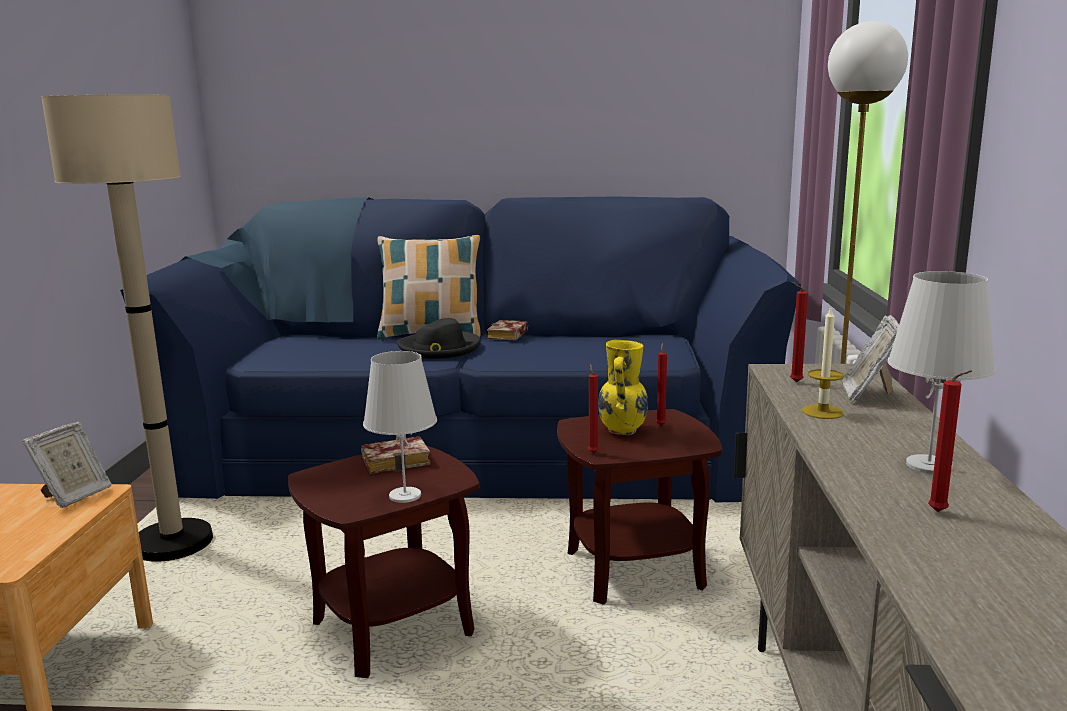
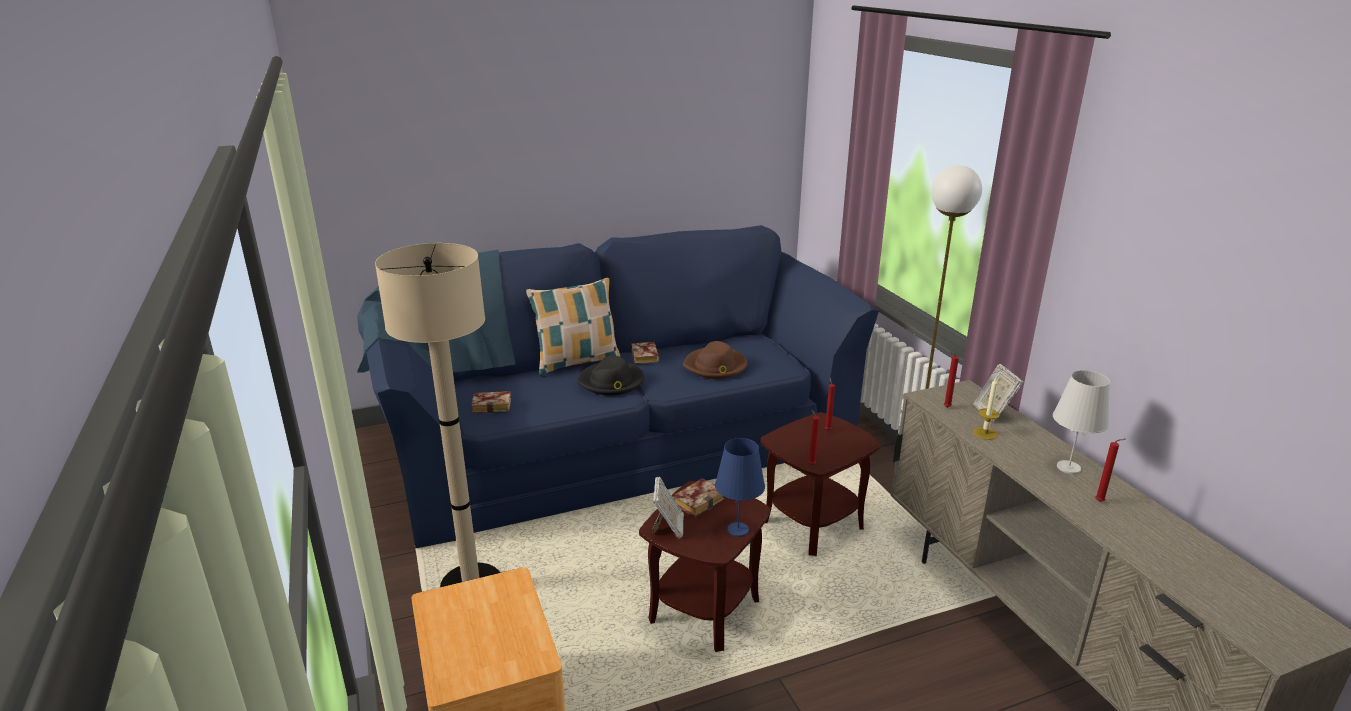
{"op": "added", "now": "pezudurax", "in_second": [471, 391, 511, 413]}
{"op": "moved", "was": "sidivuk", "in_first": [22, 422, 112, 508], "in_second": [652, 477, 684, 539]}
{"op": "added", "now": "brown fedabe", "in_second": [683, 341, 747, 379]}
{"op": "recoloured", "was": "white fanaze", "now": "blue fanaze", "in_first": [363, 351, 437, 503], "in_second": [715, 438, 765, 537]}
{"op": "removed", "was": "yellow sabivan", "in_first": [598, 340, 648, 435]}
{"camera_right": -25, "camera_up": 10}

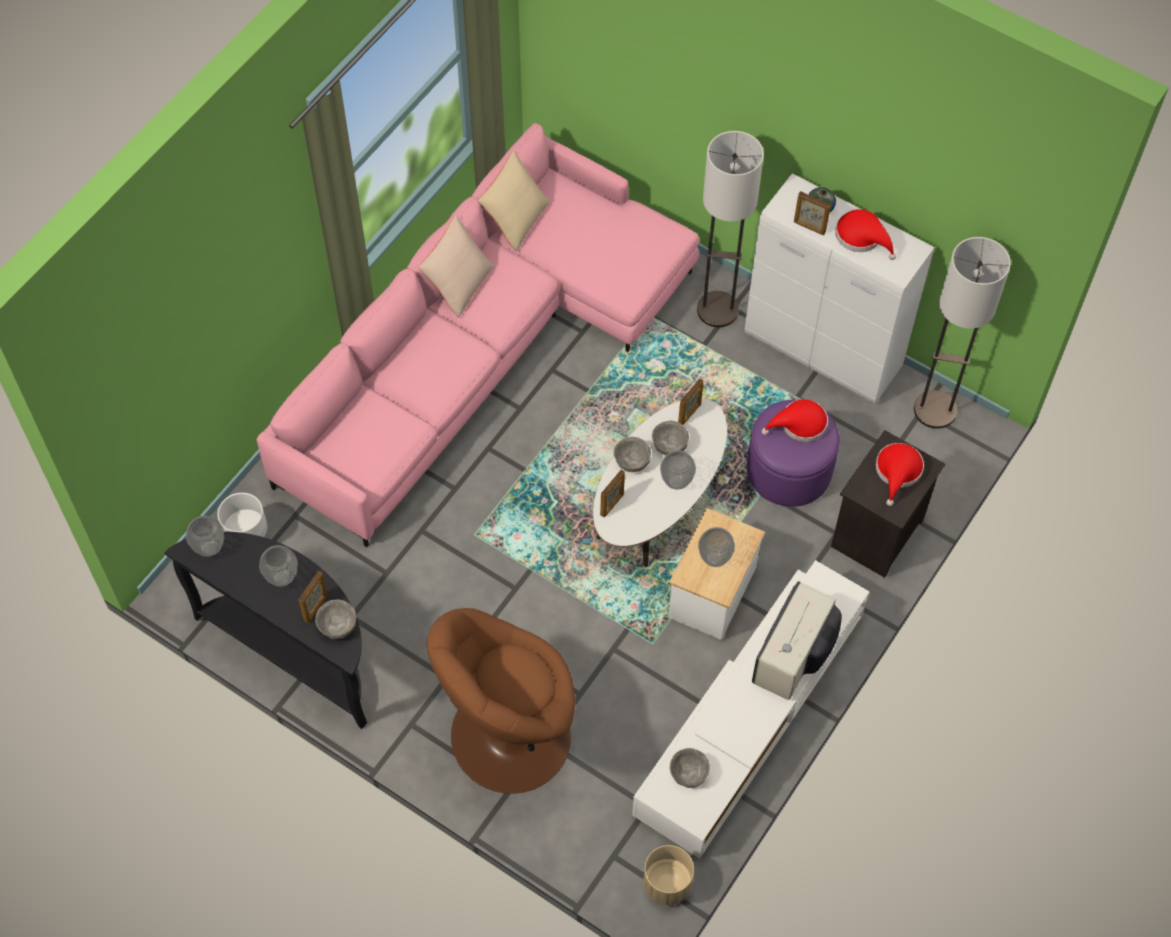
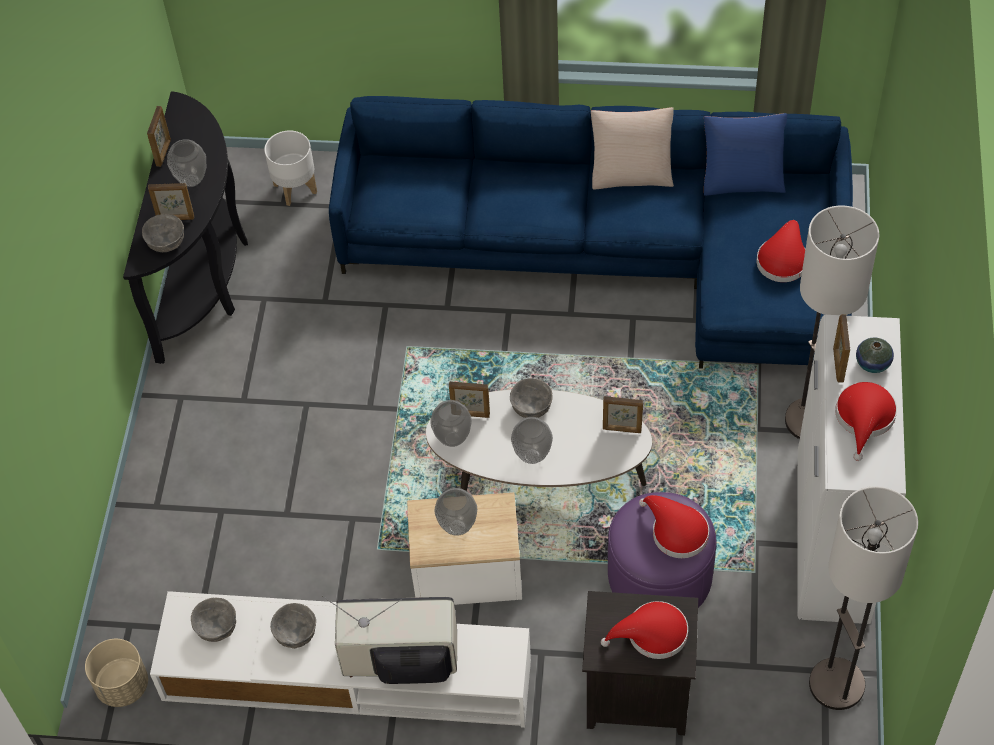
{"op": "added", "now": "sidivuk", "in_second": [147, 106, 171, 167]}
{"op": "moved", "was": "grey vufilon", "in_first": [652, 421, 689, 455], "in_second": [270, 603, 316, 649]}
{"op": "recoloured", "was": "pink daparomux", "now": "blue daparomux", "in_first": [256, 123, 699, 547], "in_second": [329, 96, 853, 369]}
{"op": "moved", "was": "sabivan", "in_first": [186, 515, 224, 557], "in_second": [430, 400, 472, 447]}
{"op": "recoloured", "was": "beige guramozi", "now": "blue guramozi", "in_first": [478, 150, 550, 251], "in_second": [704, 113, 787, 196]}
{"op": "added", "now": "red fedabe", "in_second": [757, 220, 805, 282]}
{"op": "removed", "was": "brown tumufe", "in_first": [427, 608, 575, 794]}
{"camera_right": 65, "camera_up": -5}

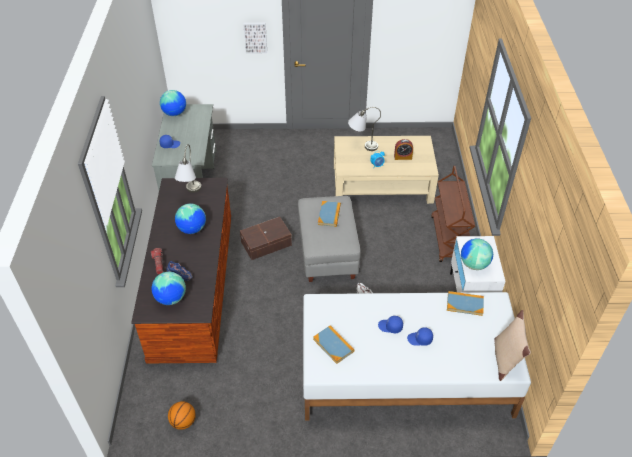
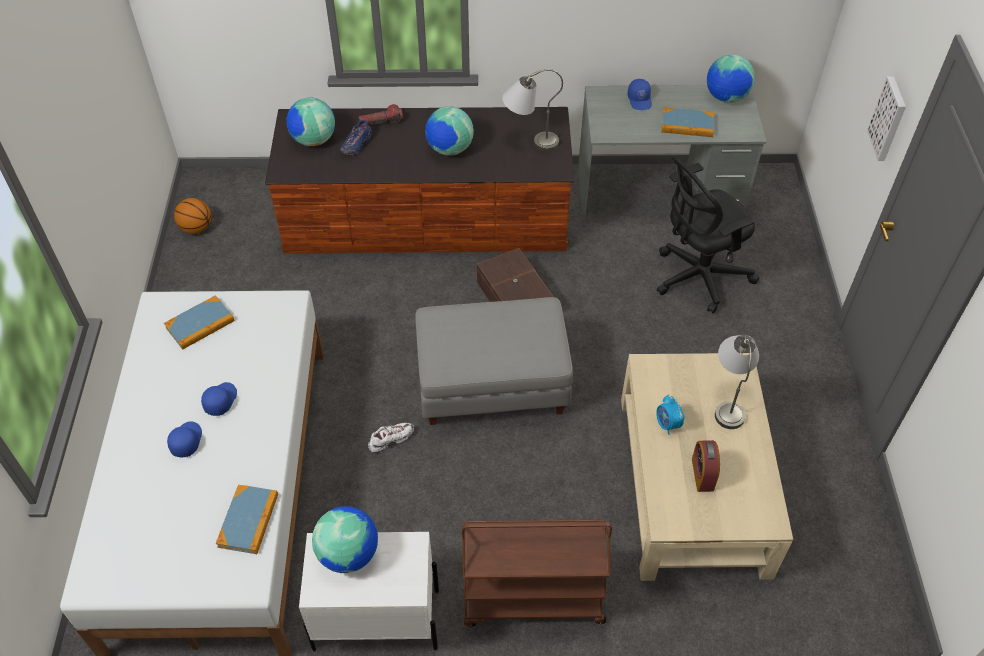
{"op": "added", "now": "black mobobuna", "in_second": [657, 156, 760, 313]}
{"op": "moved", "was": "pezudurax", "in_first": [318, 201, 341, 227], "in_second": [661, 107, 714, 137]}
{"op": "removed", "was": "beige guramozi", "in_first": [494, 310, 531, 381]}
{"camera_right": 90, "camera_up": 5}

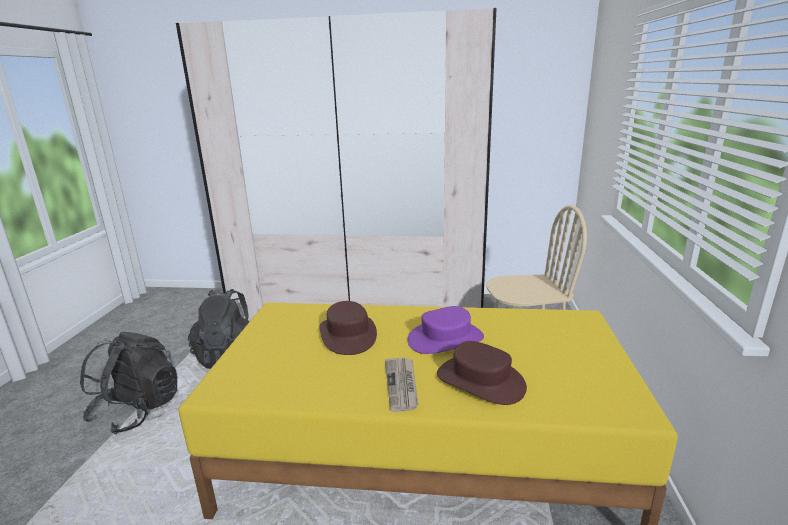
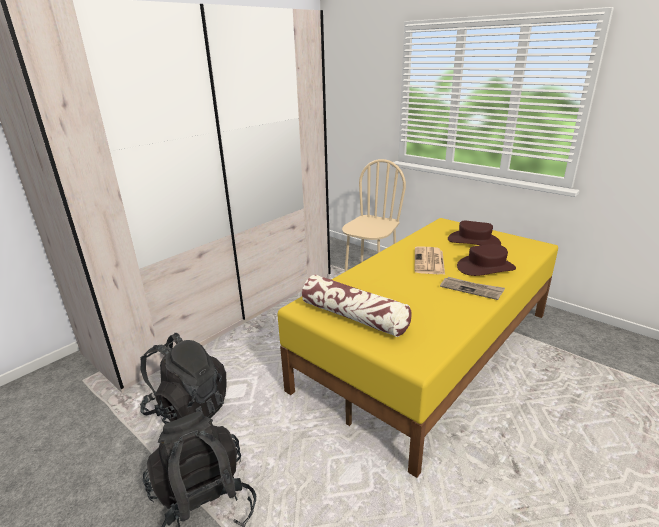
{"op": "added", "now": "guramozi", "in_second": [302, 275, 412, 337]}
{"op": "replaced", "was": "purple fedabe", "now": "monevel", "in_first": [407, 306, 484, 354], "in_second": [414, 247, 445, 274]}
{"op": "moved", "was": "brown fedabe", "in_first": [319, 301, 377, 355], "in_second": [448, 221, 501, 245]}
{"camera_right": -55, "camera_up": 5}

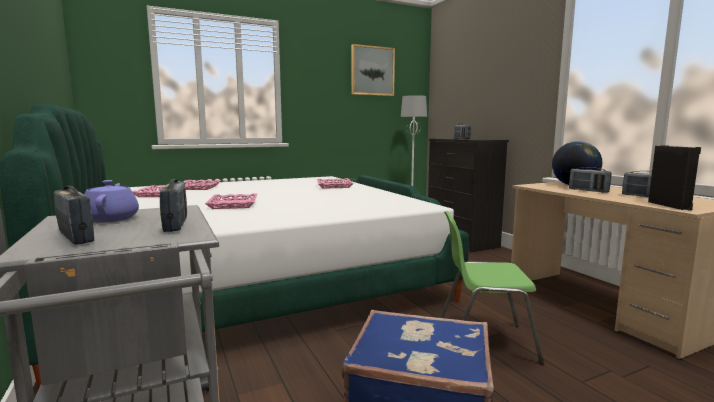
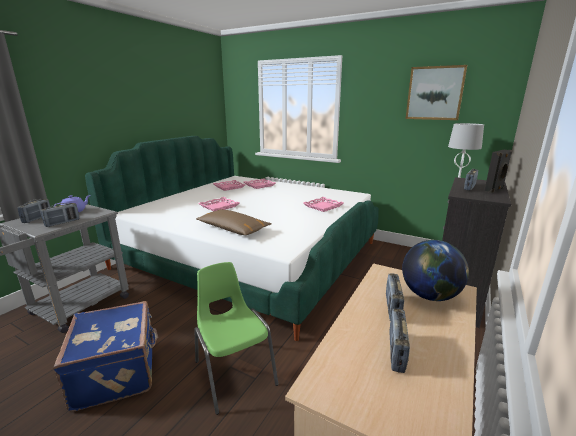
{"op": "added", "now": "brown guramozi", "in_second": [196, 209, 272, 235]}
{"op": "moved", "was": "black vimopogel", "in_first": [648, 145, 701, 210], "in_second": [484, 150, 512, 193]}
{"camera_right": 55, "camera_up": 10}

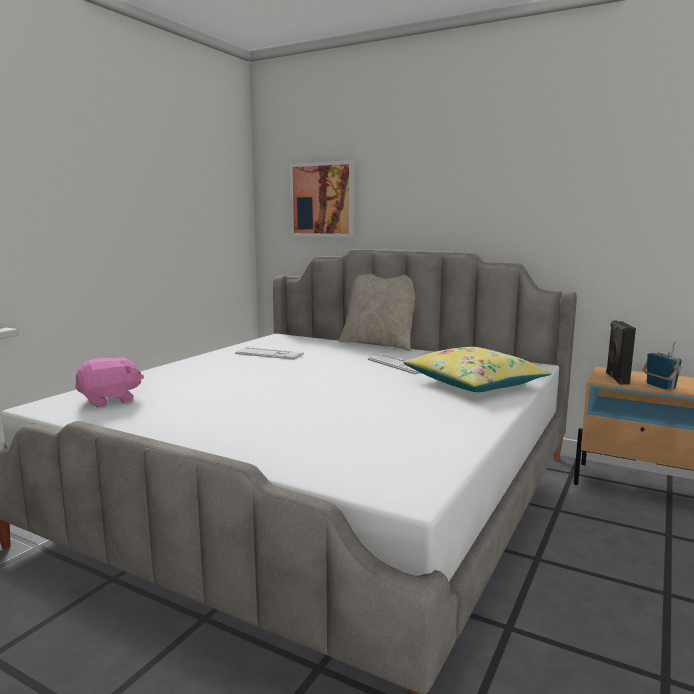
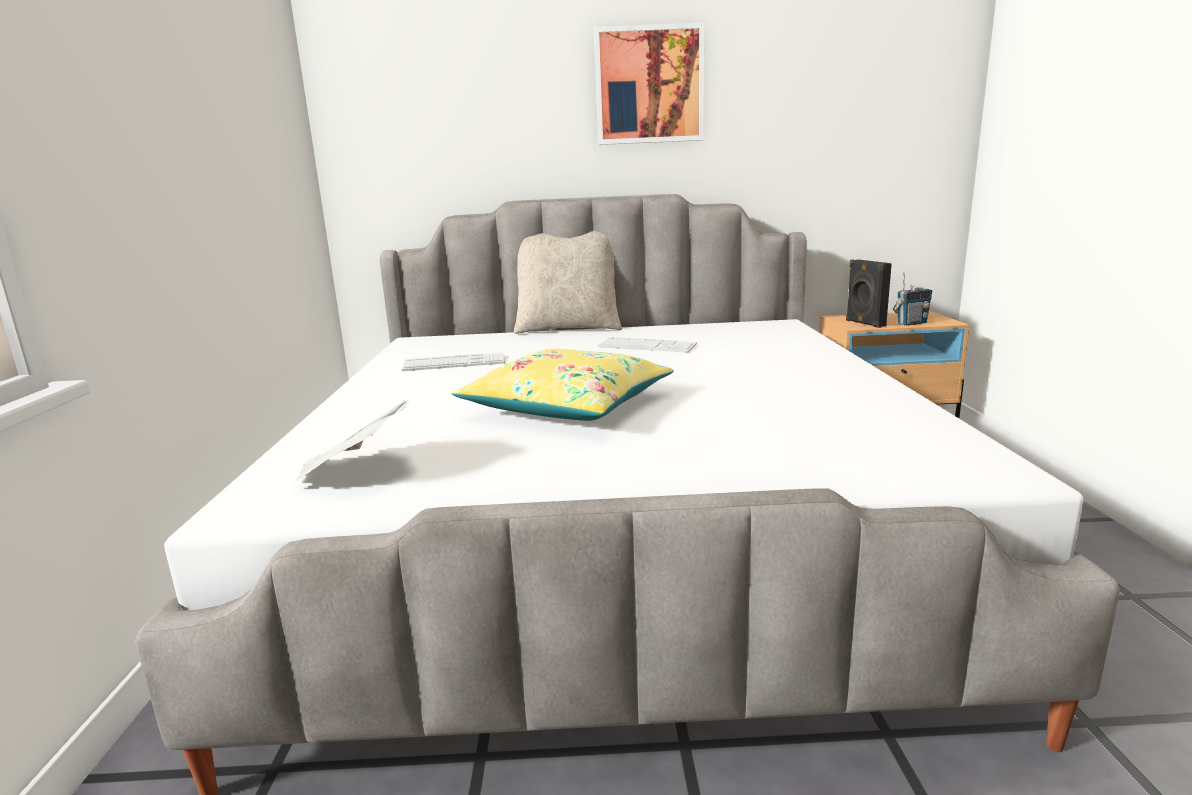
{"op": "replaced", "was": "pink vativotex", "now": "monevel", "in_first": [75, 357, 144, 407], "in_second": [292, 400, 409, 483]}
{"op": "moved", "was": "yellow guramozi", "in_first": [403, 347, 552, 392], "in_second": [452, 349, 674, 421]}
{"op": "moved", "was": "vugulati", "in_first": [289, 160, 354, 237], "in_second": [594, 23, 704, 145]}
{"op": "turned", "was": "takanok", "in_first": [642, 341, 682, 390], "in_second": [893, 272, 932, 326], "clockwise": 120}
{"camera_right": -30, "camera_up": 5}

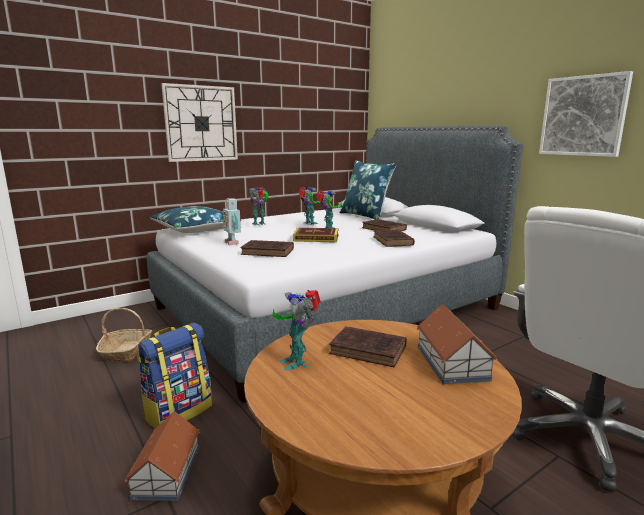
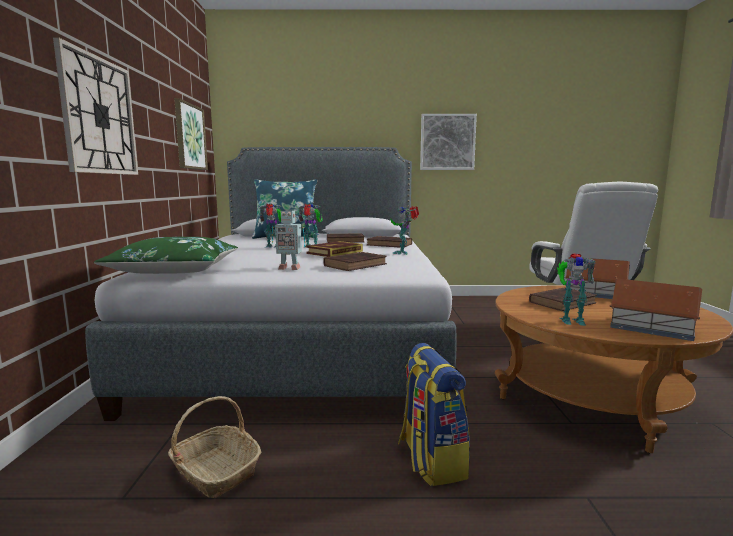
{"op": "recoloured", "was": "blue guramozi", "now": "green guramozi", "in_first": [150, 206, 241, 233], "in_second": [94, 237, 238, 274]}
{"op": "added", "now": "vugulati", "in_second": [174, 98, 208, 170]}
{"op": "moved", "was": "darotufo", "in_first": [249, 187, 269, 226], "in_second": [391, 206, 419, 255]}
{"op": "moved", "was": "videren", "in_first": [124, 411, 200, 501], "in_second": [610, 279, 702, 341]}
{"camera_right": -55, "camera_up": -5}

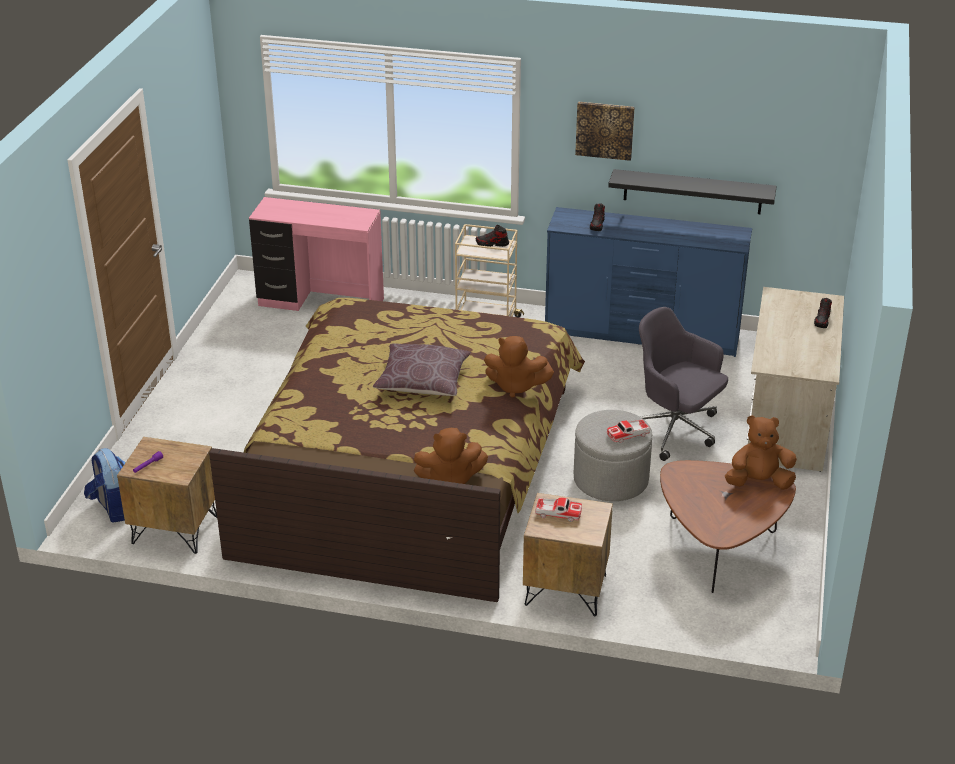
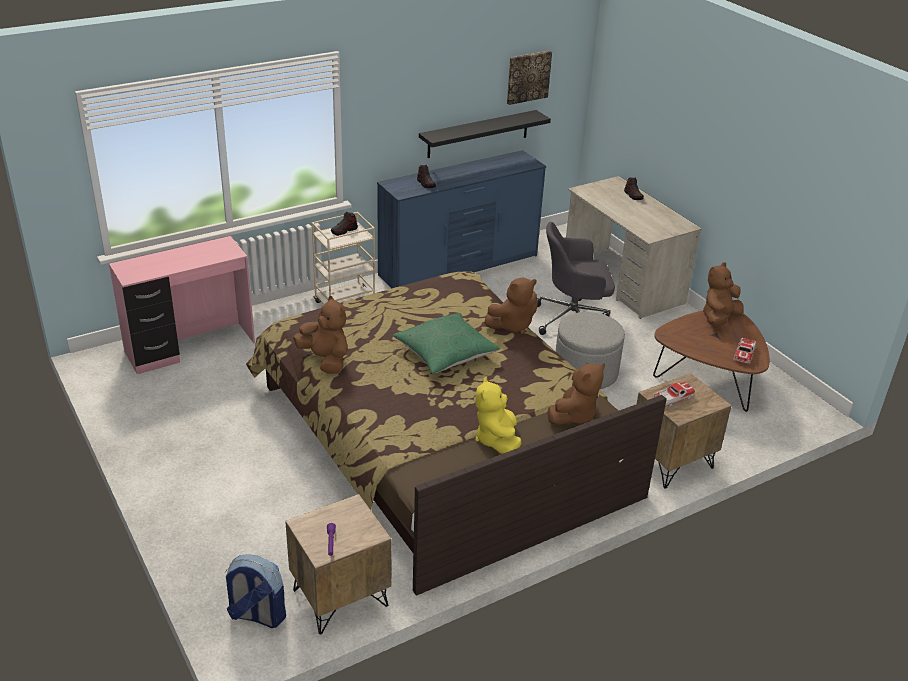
{"op": "added", "now": "brown vativotex", "in_second": [293, 296, 348, 373]}
{"op": "recoloured", "was": "brown guramozi", "now": "green guramozi", "in_first": [373, 343, 471, 396], "in_second": [393, 313, 500, 374]}
{"op": "added", "now": "yellow vativotex", "in_second": [475, 377, 521, 454]}
{"op": "moved", "was": "vugulati", "in_first": [575, 102, 635, 161], "in_second": [507, 51, 552, 105]}
{"op": "moved", "was": "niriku", "in_first": [606, 419, 650, 443], "in_second": [733, 338, 756, 364]}
{"camera_right": -45, "camera_up": 0}

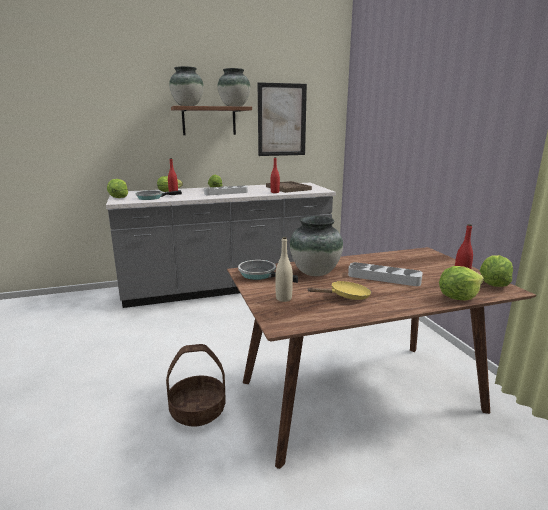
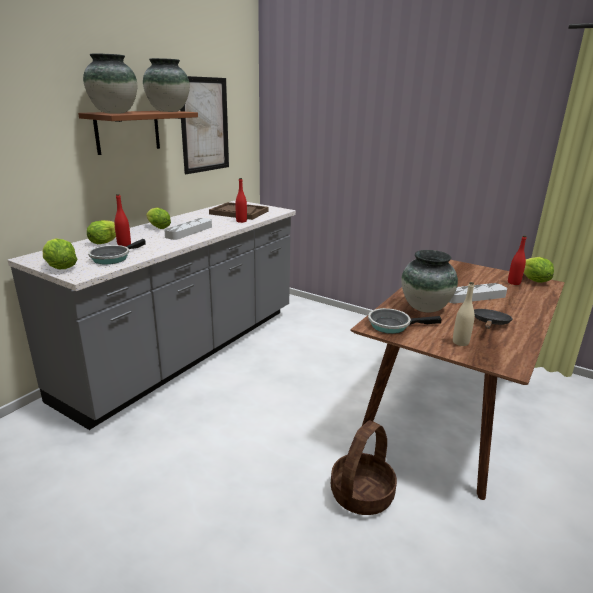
{"op": "recoloured", "was": "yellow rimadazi", "now": "black rimadazi", "in_first": [308, 281, 371, 300], "in_second": [474, 309, 513, 329]}
{"op": "removed", "was": "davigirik", "in_first": [439, 266, 484, 301]}
{"camera_right": -40, "camera_up": 5}

